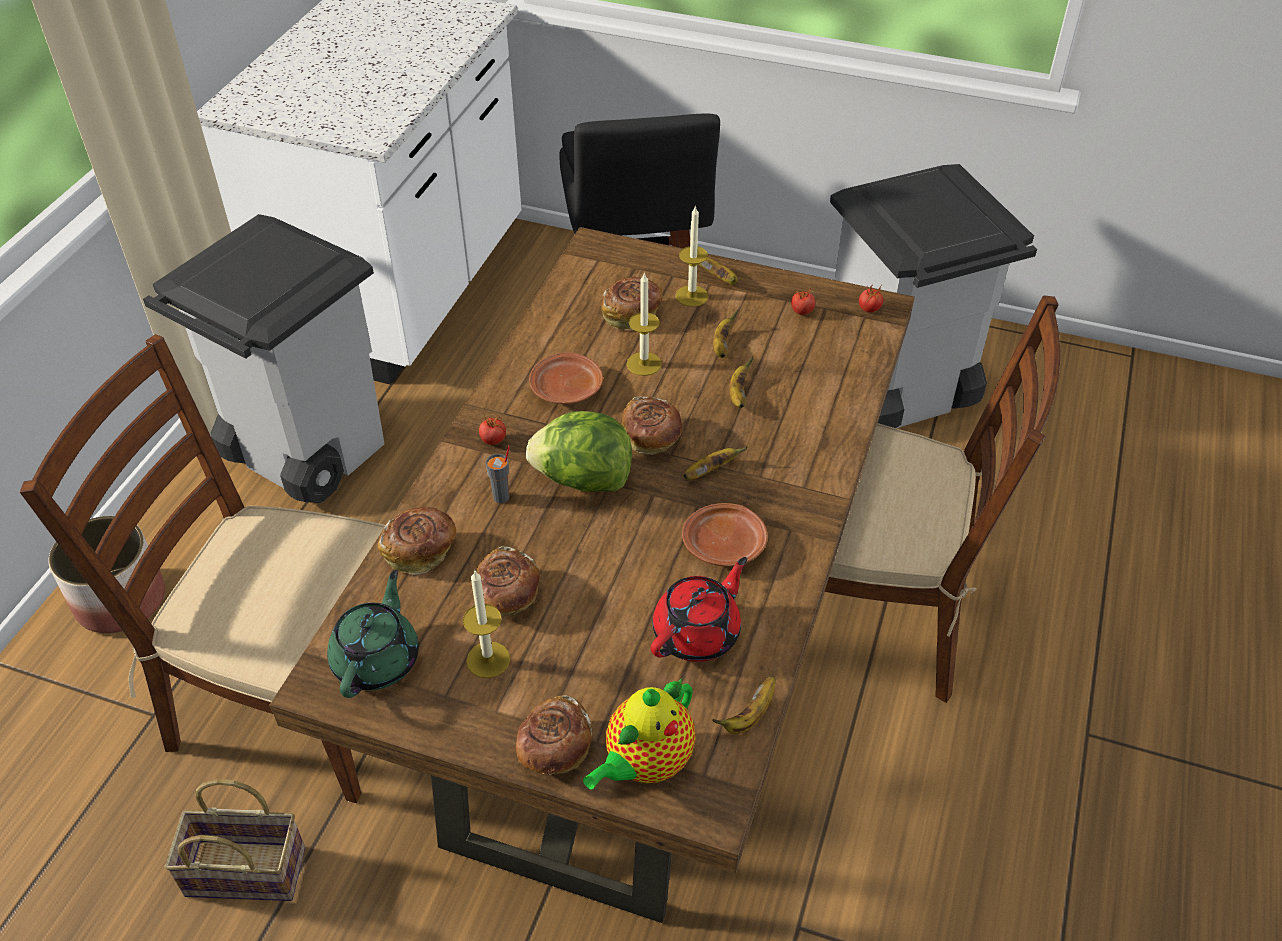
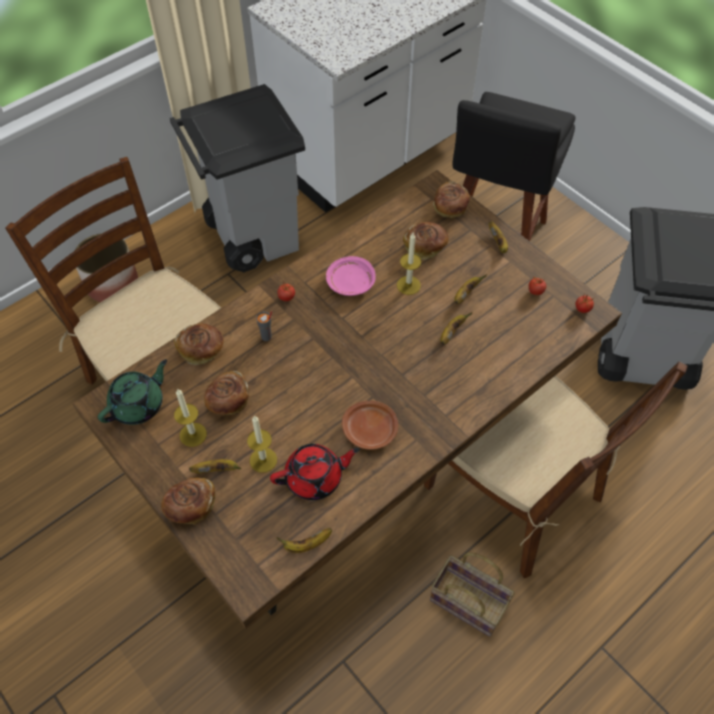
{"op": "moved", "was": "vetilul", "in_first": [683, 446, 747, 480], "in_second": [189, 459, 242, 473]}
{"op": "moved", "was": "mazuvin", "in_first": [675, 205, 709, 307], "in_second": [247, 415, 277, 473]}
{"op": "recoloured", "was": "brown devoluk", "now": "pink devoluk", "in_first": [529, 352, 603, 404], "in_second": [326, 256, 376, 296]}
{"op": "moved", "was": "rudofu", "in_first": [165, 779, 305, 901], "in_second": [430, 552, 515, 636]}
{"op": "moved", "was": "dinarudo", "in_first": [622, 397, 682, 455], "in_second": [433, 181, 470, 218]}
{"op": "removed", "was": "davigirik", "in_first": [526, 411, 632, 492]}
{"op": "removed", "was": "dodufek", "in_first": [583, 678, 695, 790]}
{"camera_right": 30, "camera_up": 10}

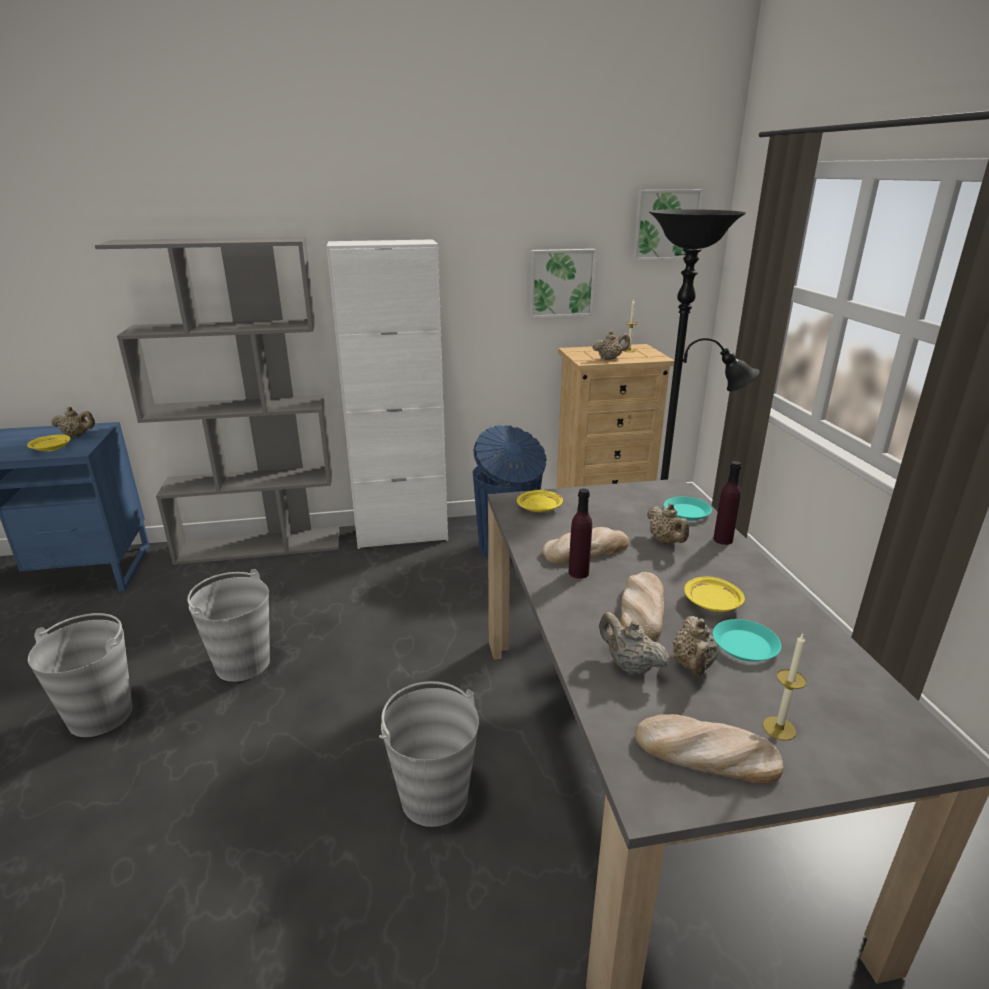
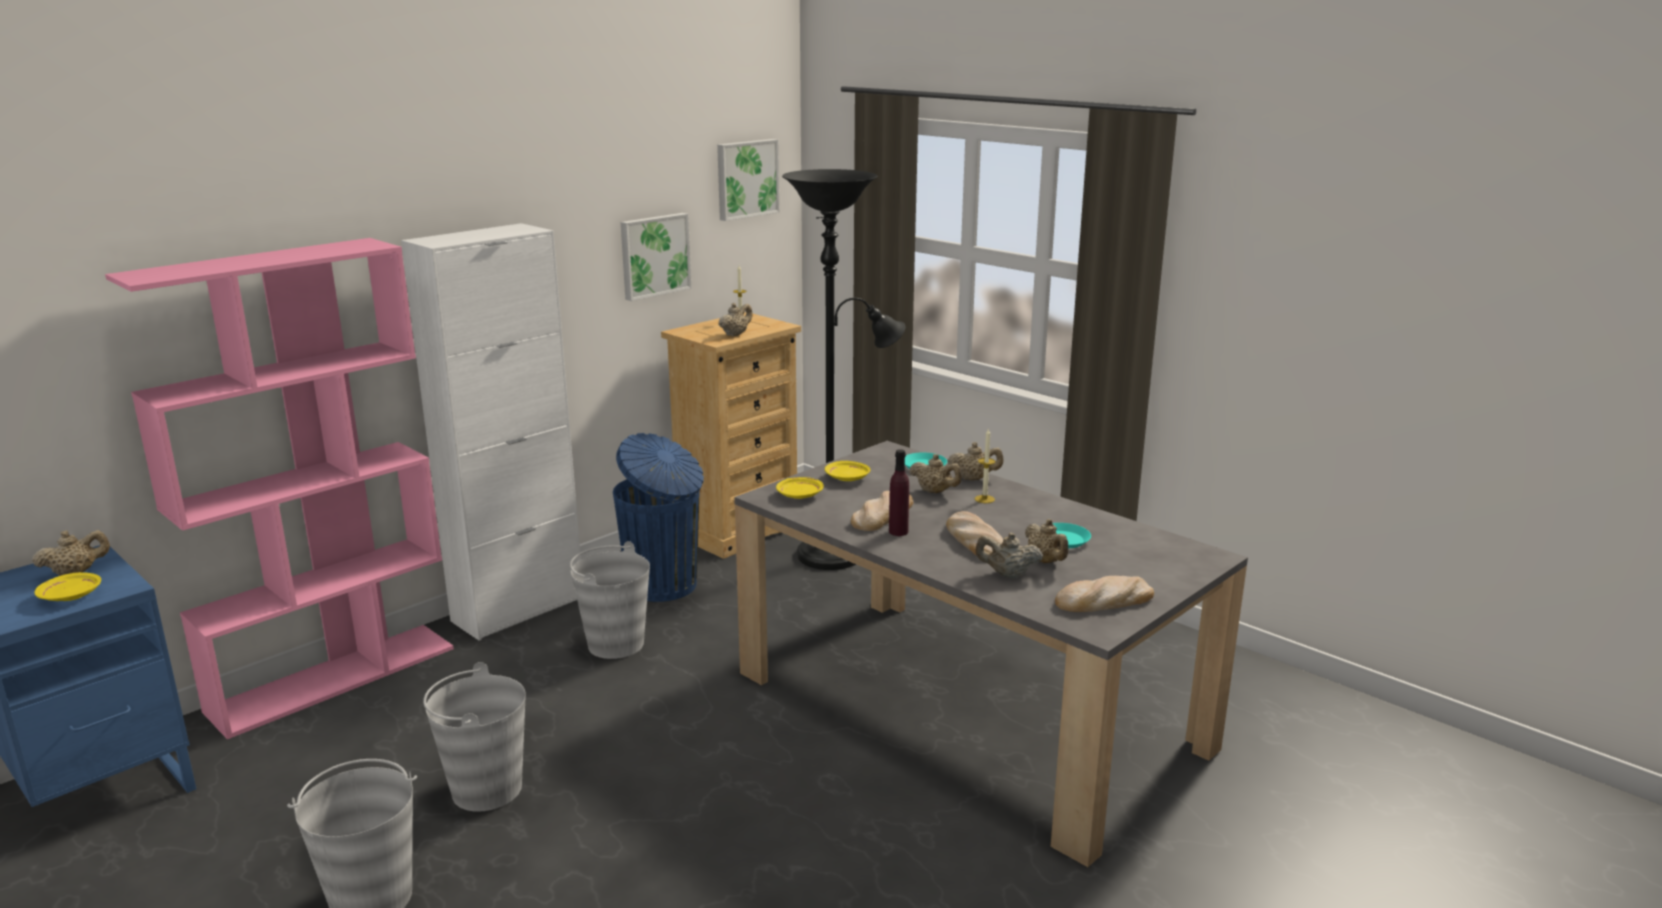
{"op": "recoloured", "was": "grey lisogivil", "now": "pink lisogivil", "in_first": [95, 237, 339, 565], "in_second": [105, 238, 454, 739]}
{"op": "moved", "was": "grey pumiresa", "in_first": [379, 681, 479, 827], "in_second": [570, 541, 650, 659]}
{"op": "moved", "was": "yellow devoluk", "in_first": [684, 577, 745, 612], "in_second": [825, 461, 871, 481]}
{"op": "replaced", "was": "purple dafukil", "now": "beige dodufek", "in_first": [713, 461, 741, 545], "in_second": [947, 442, 1003, 481]}
{"op": "moved", "was": "mazuvin", "in_first": [763, 634, 807, 741], "in_second": [975, 429, 996, 503]}
{"camera_right": -35, "camera_up": -5}

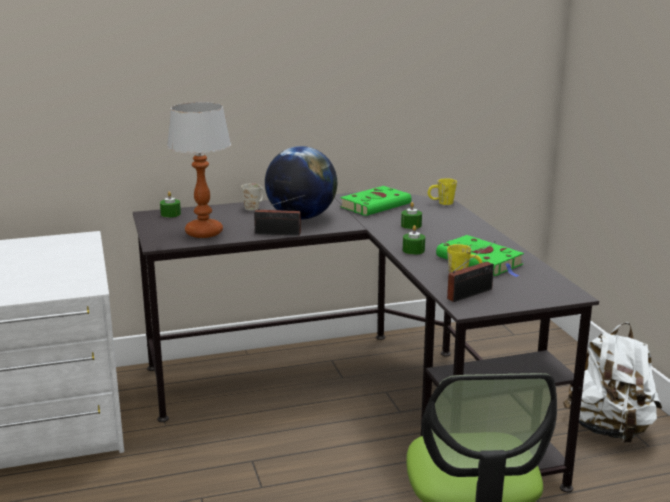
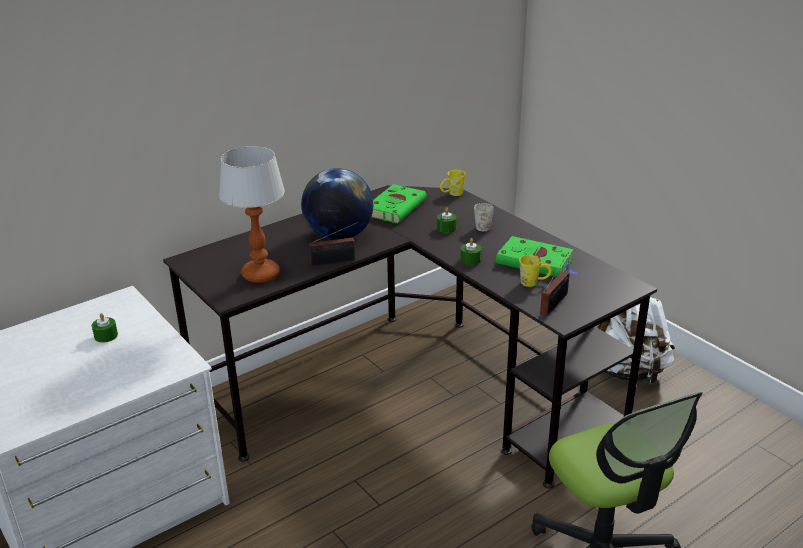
{"op": "moved", "was": "green mazuvin", "in_first": [160, 192, 181, 218], "in_second": [92, 313, 118, 343]}
{"op": "moved", "was": "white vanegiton", "in_first": [241, 183, 264, 211], "in_second": [474, 203, 494, 231]}
{"camera_right": -20, "camera_up": 10}

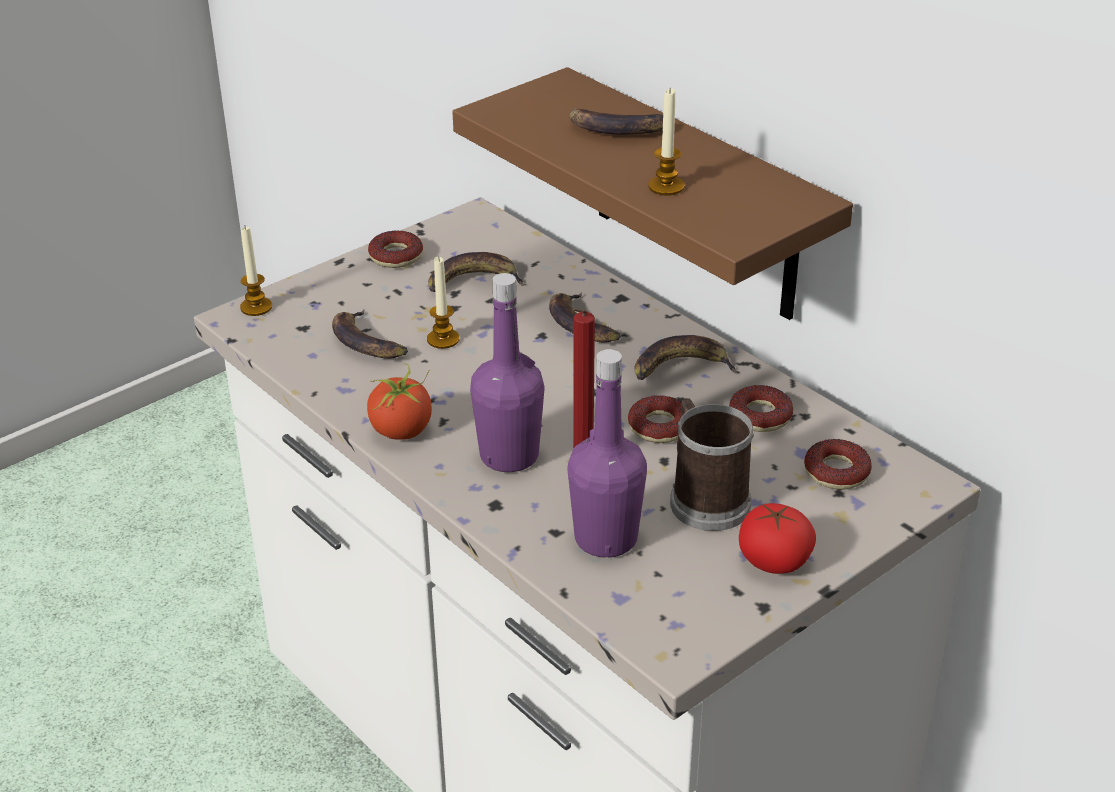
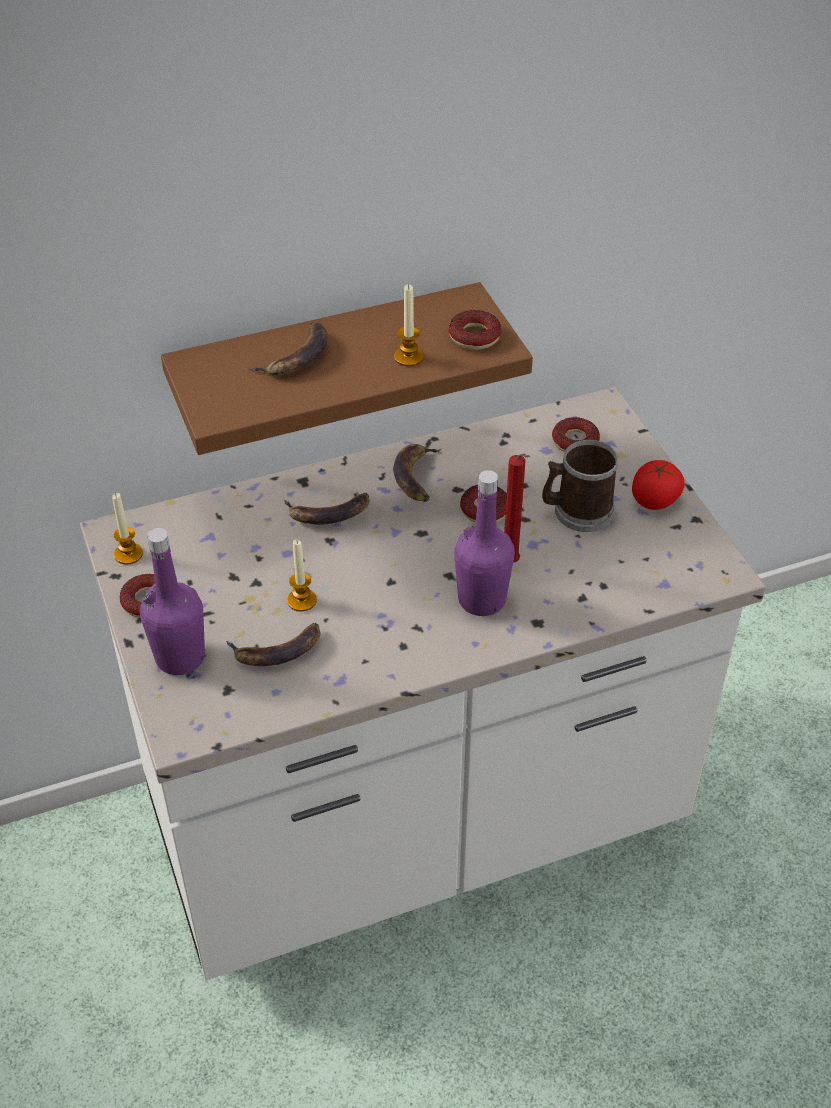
{"op": "moved", "was": "mazuvin", "in_first": [240, 227, 272, 316], "in_second": [112, 493, 143, 565]}
{"op": "moved", "was": "purple dafukil", "in_first": [567, 349, 647, 558], "in_second": [140, 528, 205, 675]}
{"op": "moved", "was": "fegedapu", "in_first": [729, 385, 793, 432], "in_second": [448, 310, 501, 350]}
{"op": "removed", "was": "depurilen", "in_first": [367, 363, 432, 440]}
{"op": "removed", "was": "vetilul", "in_first": [428, 252, 526, 292]}
{"camera_right": -70, "camera_up": 10}

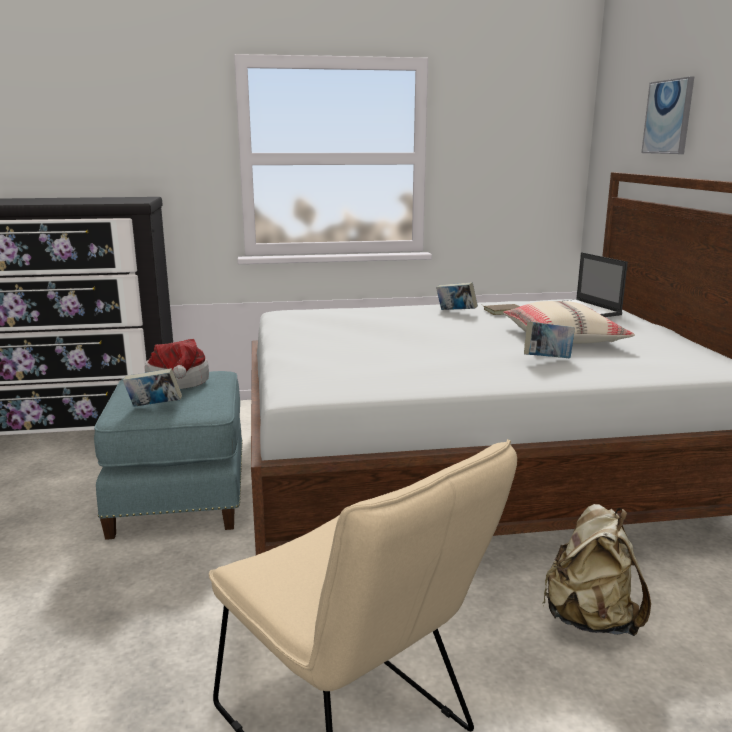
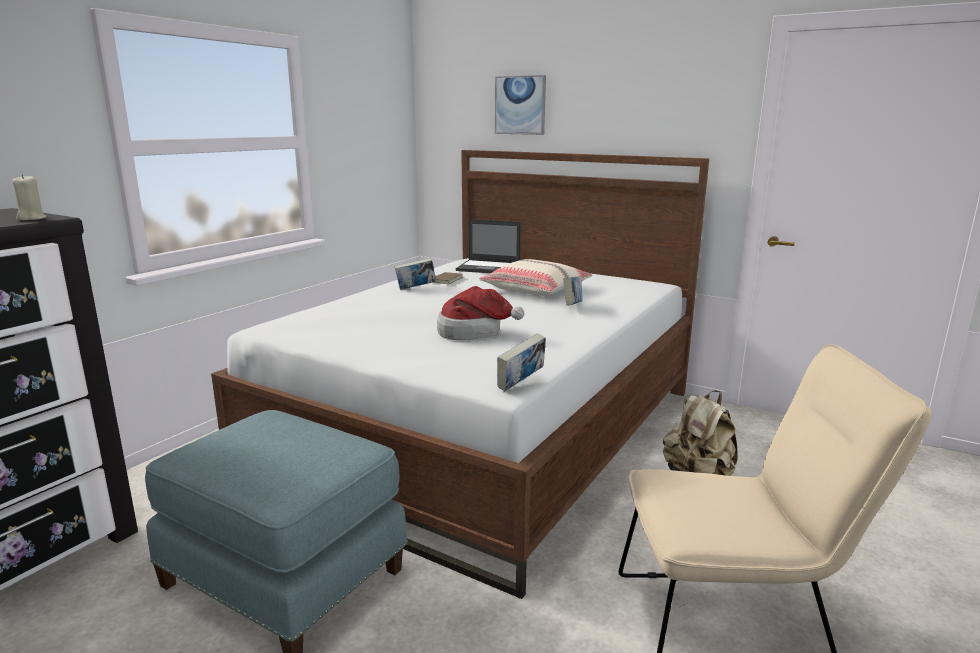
{"op": "added", "now": "beige mazuvin", "in_second": [13, 174, 47, 220]}
{"op": "moved", "was": "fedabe", "in_first": [145, 339, 209, 389], "in_second": [437, 286, 524, 340]}
{"op": "moved", "was": "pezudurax", "in_first": [123, 368, 182, 407], "in_second": [497, 334, 546, 391]}
{"camera_right": -50, "camera_up": 0}

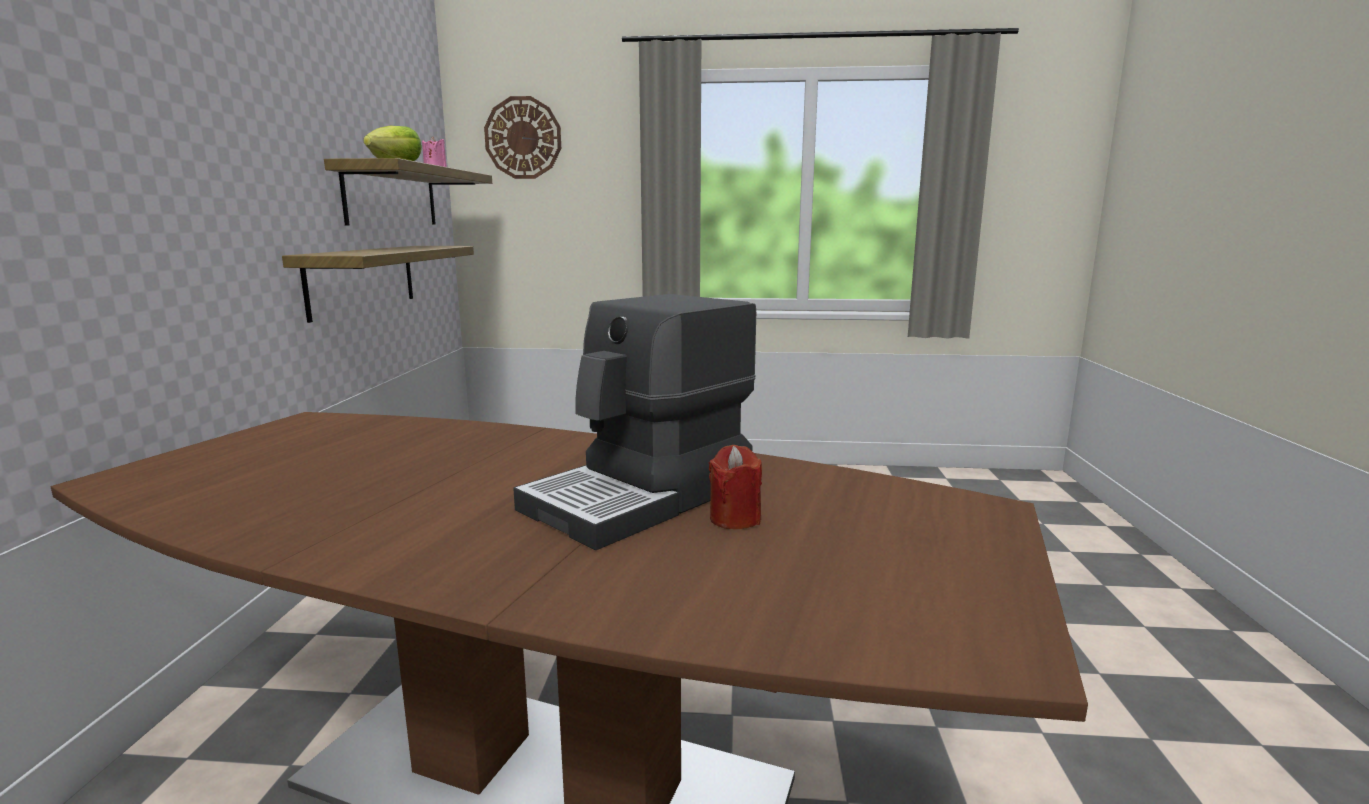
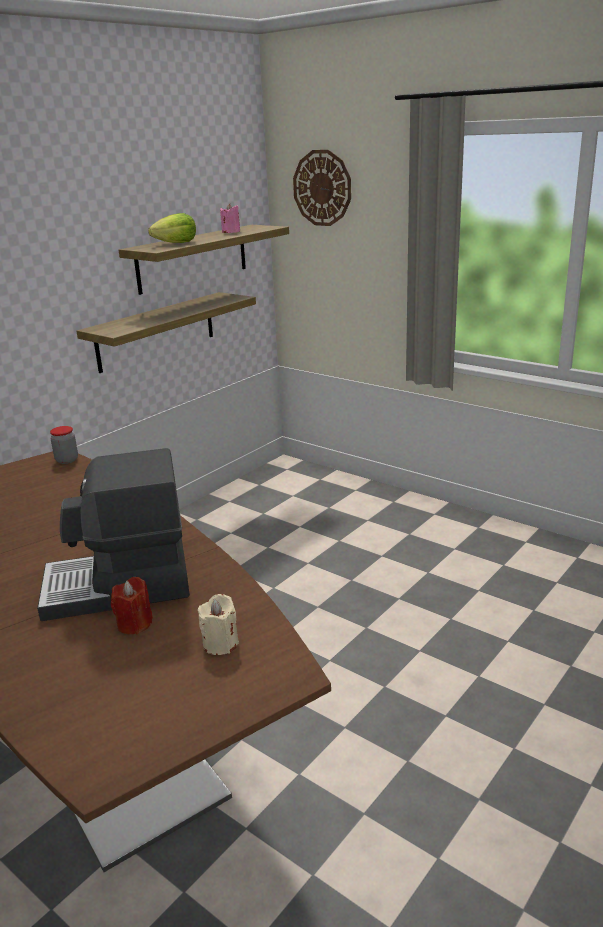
{"op": "added", "now": "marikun", "in_second": [50, 426, 78, 464]}
{"op": "added", "now": "beige mazuvin", "in_second": [198, 594, 239, 655]}
{"camera_right": 35, "camera_up": 10}

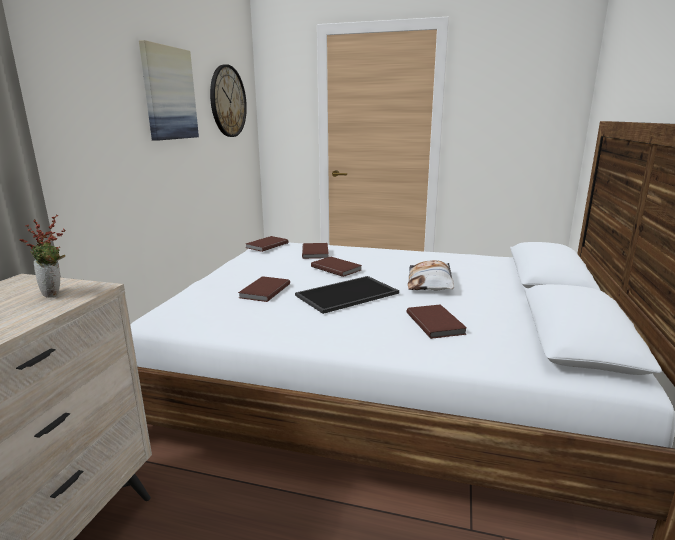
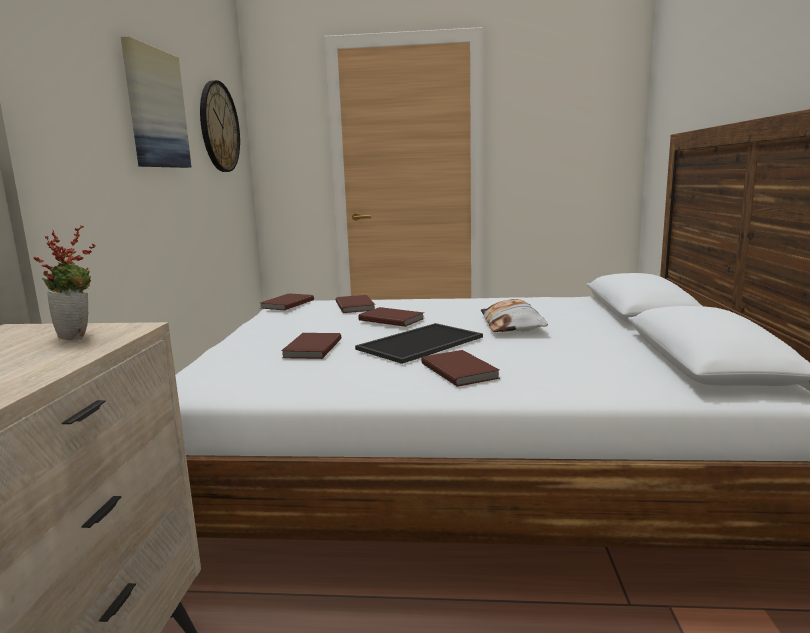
{"op": "moved", "was": "brown pezudurax", "in_first": [407, 304, 467, 339], "in_second": [421, 350, 500, 387]}
{"camera_right": -10, "camera_up": -5}

